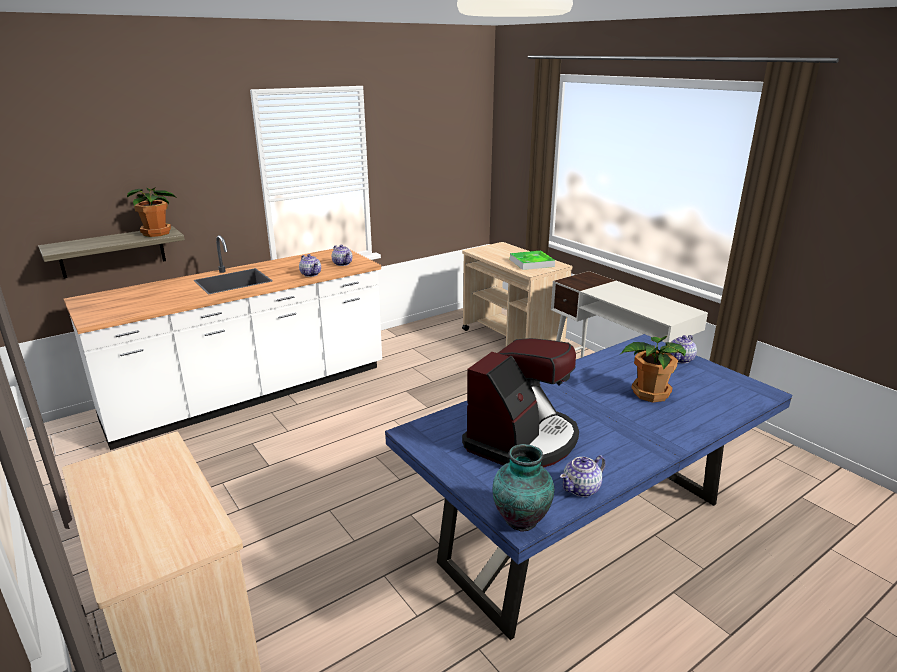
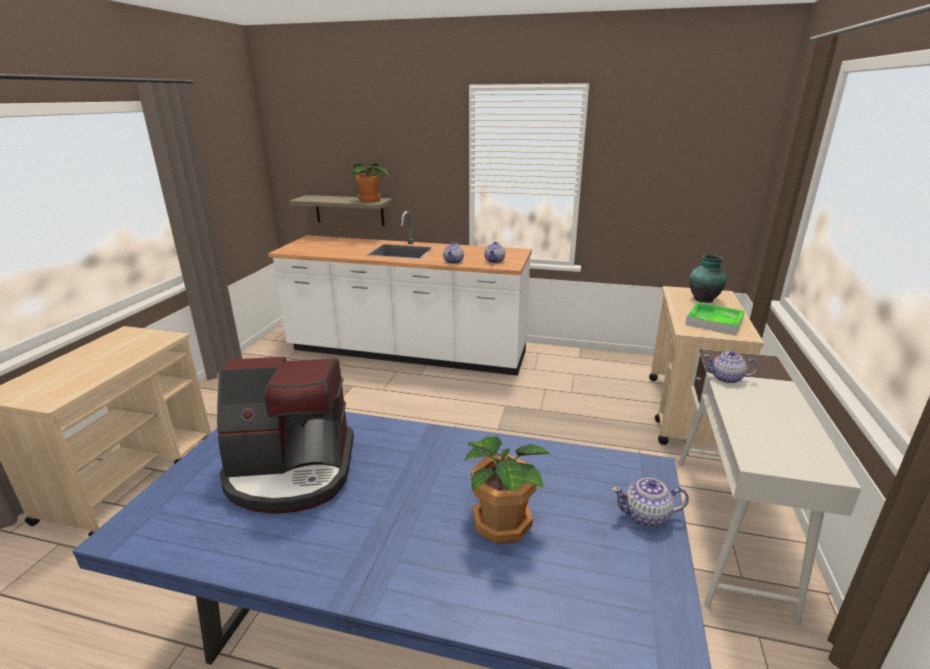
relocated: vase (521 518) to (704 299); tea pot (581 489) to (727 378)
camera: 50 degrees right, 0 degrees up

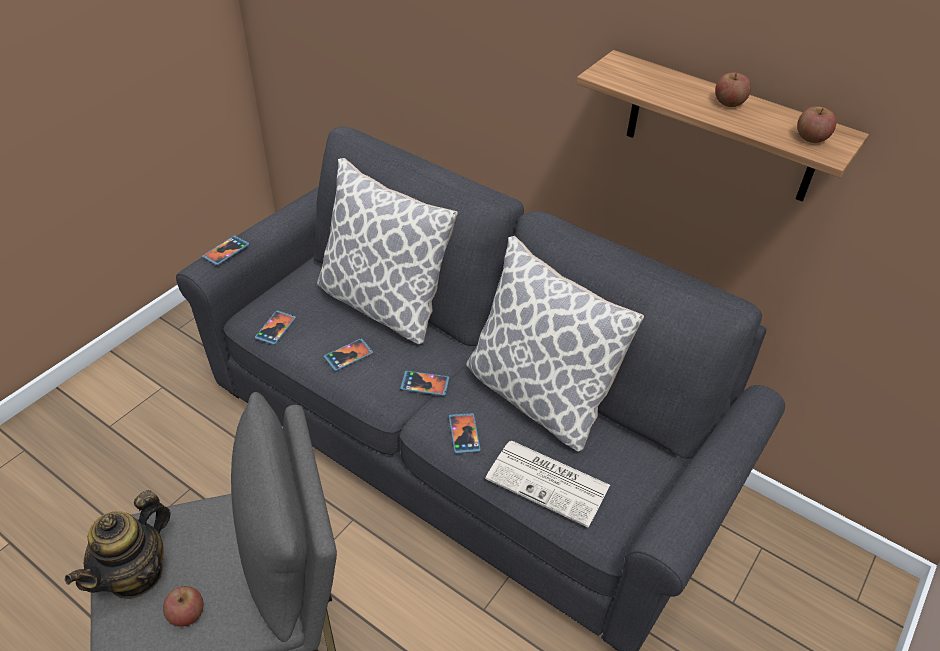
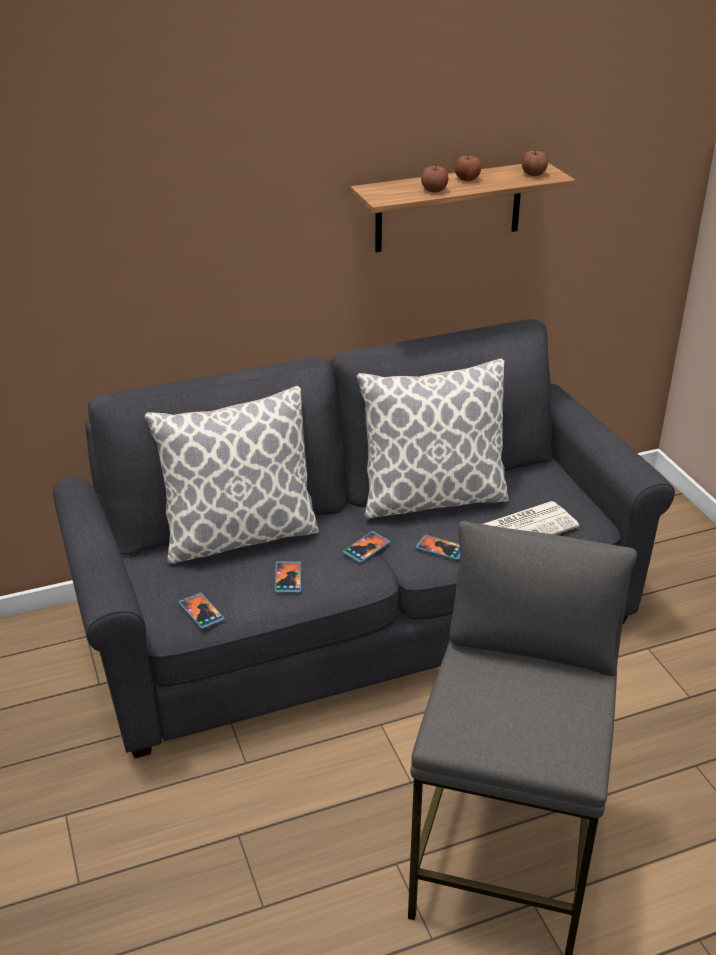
missing: tea pot (136 574); phone (226 252)
relocated: apple fruit (187 614) to (434 190)
camera: 55 degrees left, 10 degrees down

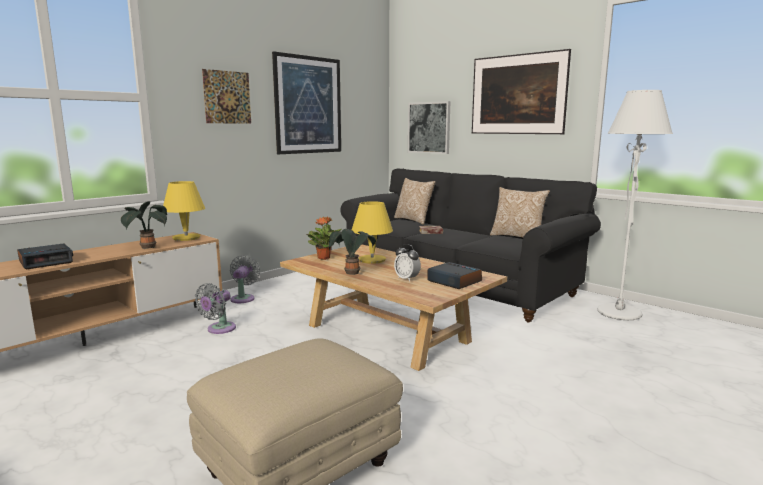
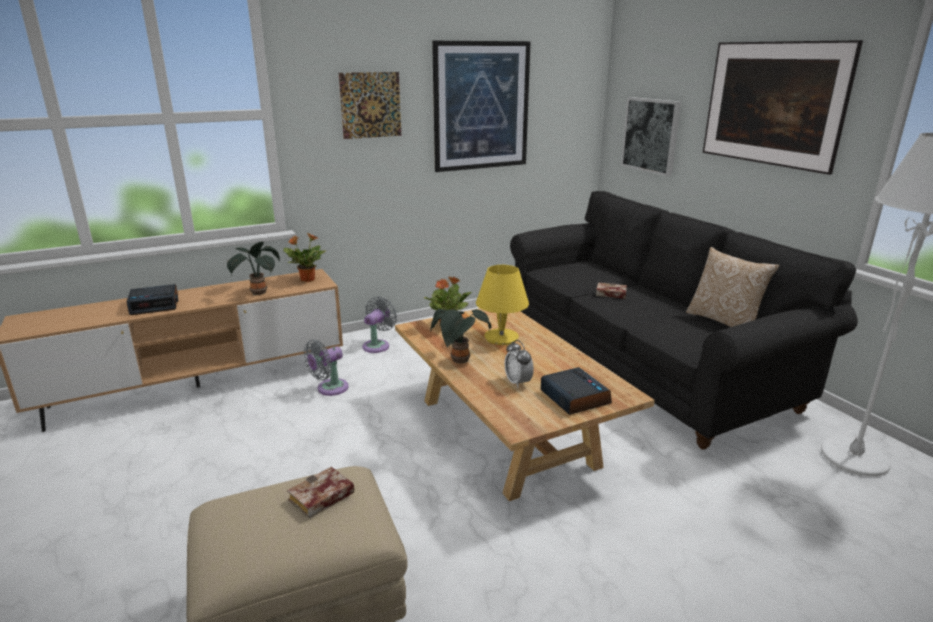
missing: cushion (414 220)
appeared: book (320 499)
exchanged: yellowish lamp for a table (186 238) to houseplant (307 279)
camera: 20 degrees right, 10 degrees up

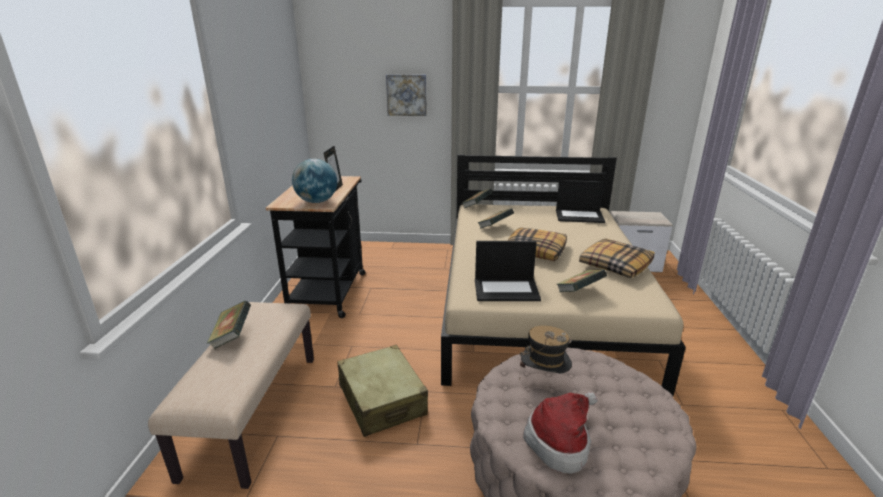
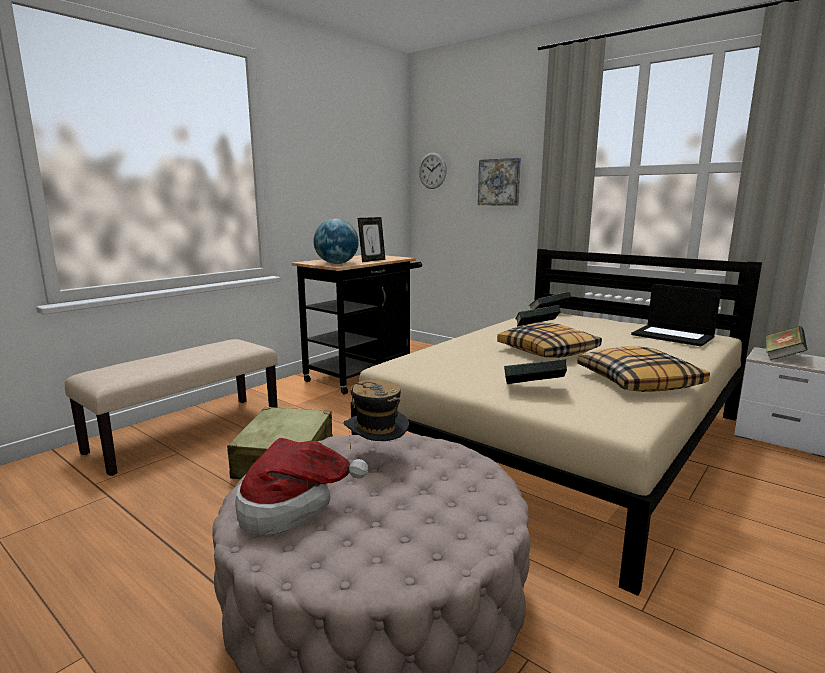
missing: portable computer (507 289)
appeared: clock on the wall (432 170)
relocated: book (232 337) to (782 357)
camera: 35 degrees right, 10 degrees down

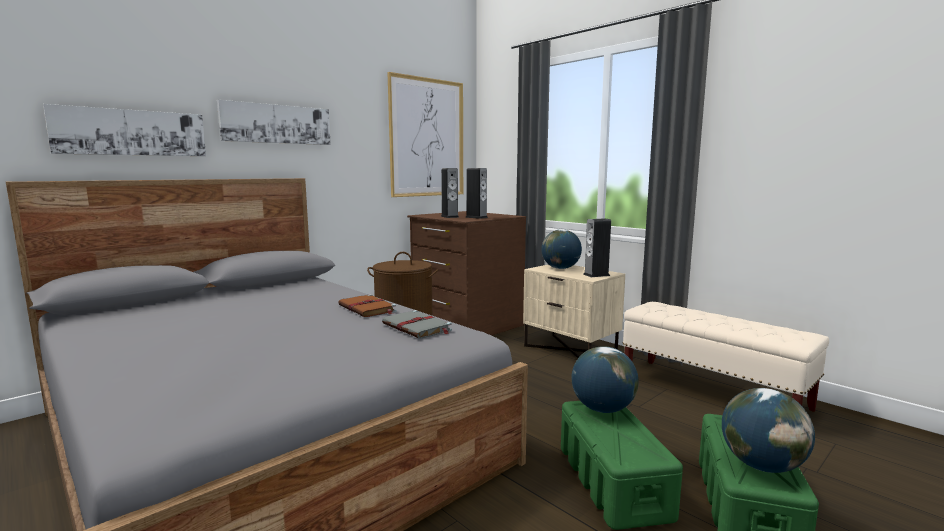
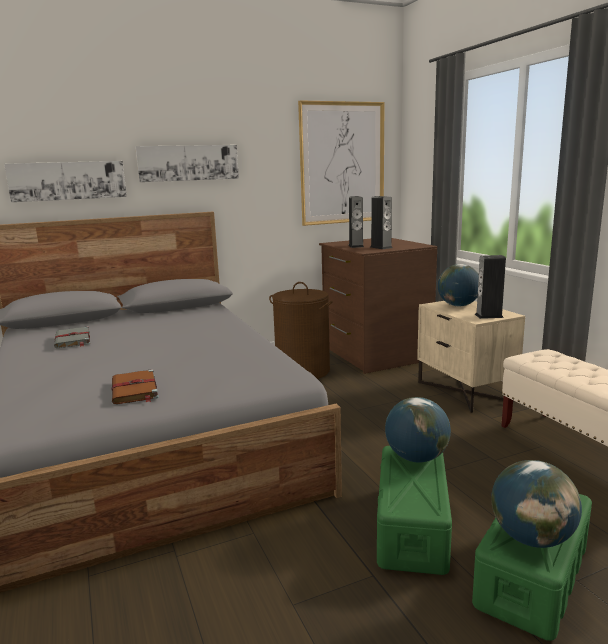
relocated: gray book (417 327) to (73 340); brown book (367 308) to (135 390)
camera: 20 degrees right, 5 degrees up

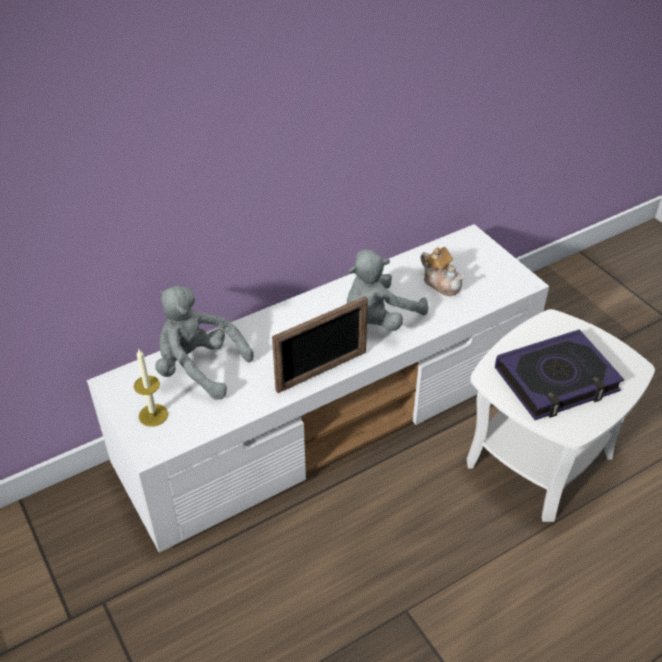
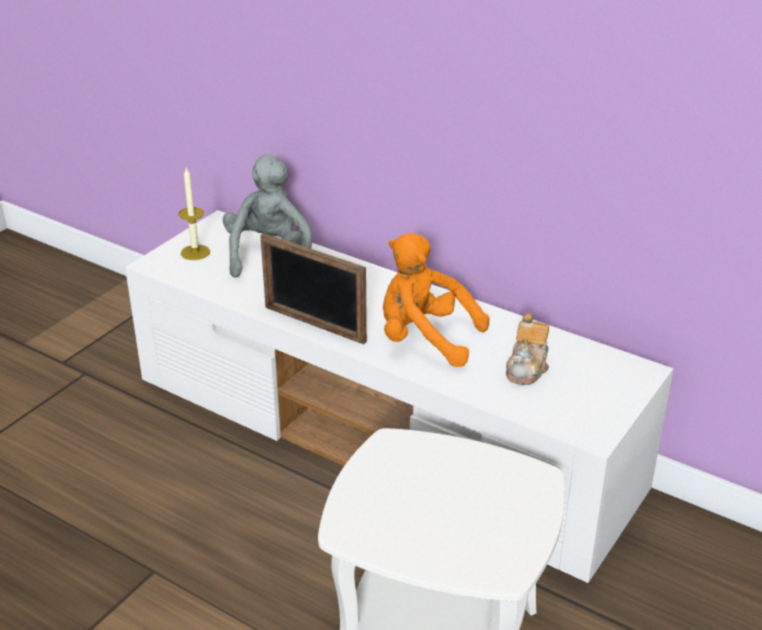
missing: book (556 380)
colour: gray cuddly toy (378 318) to orangey cuddly toy (425 339)
camera: 65 degrees right, 10 degrees down

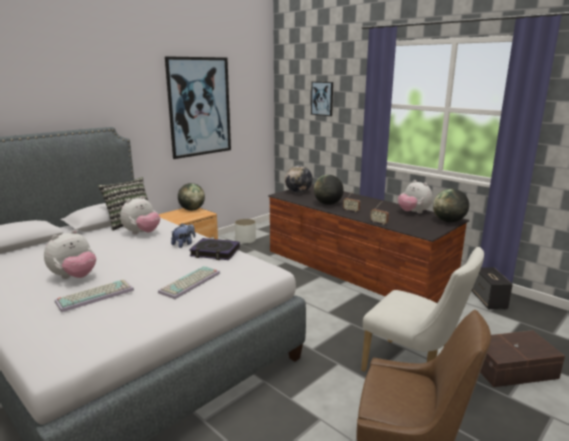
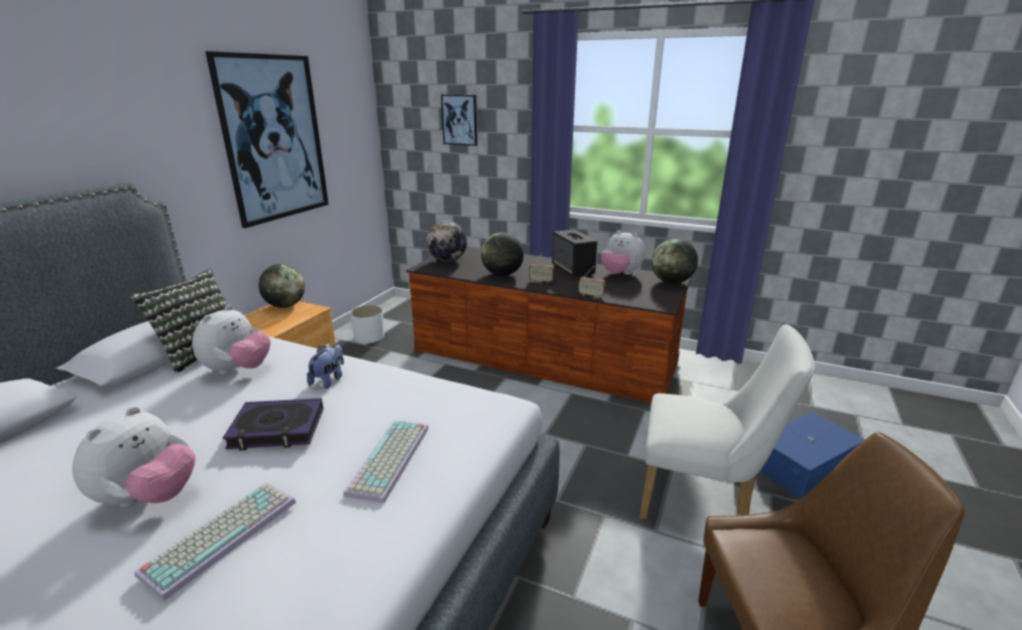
relocated: book (215 252) to (277 429); loudspeaker (489 300) to (573 269)
colour: brown storage container (513 369) to blue storage container (805 466)
camera: 20 degrees left, 5 degrees up

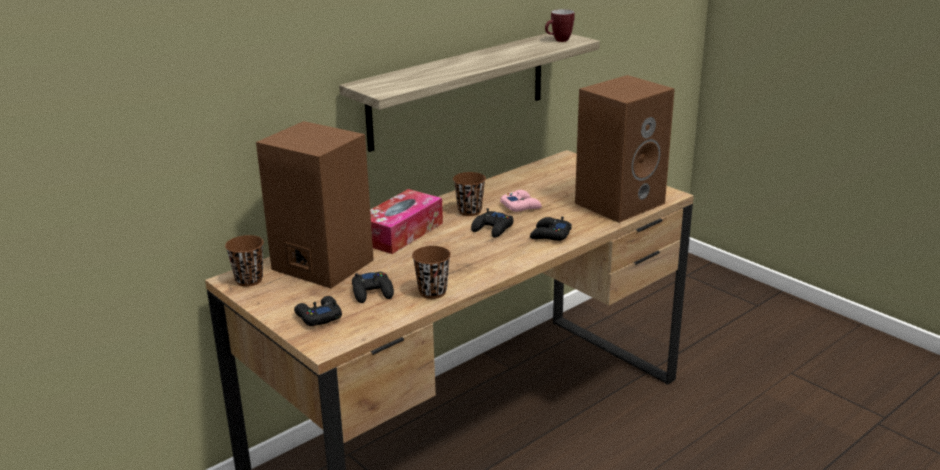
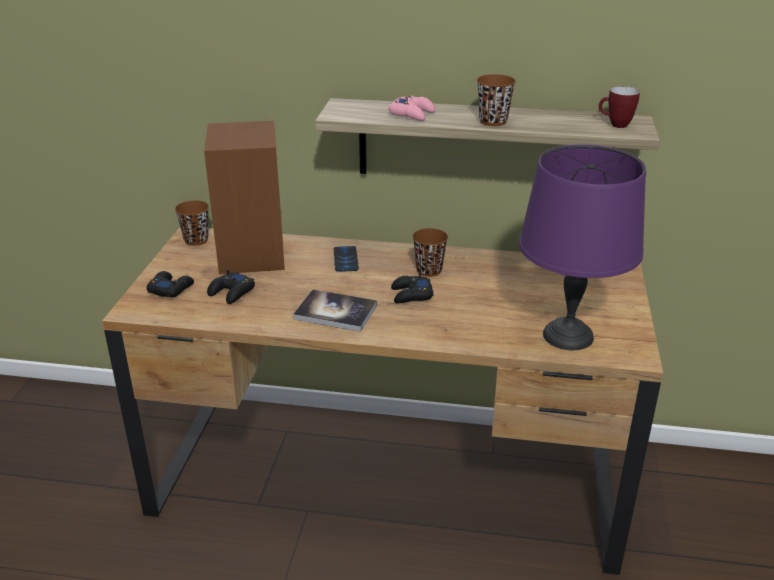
missing: black game controller (550 235)
appeared: book (335 312)
relocated: pink game controller (520 206) to (412 114); brown drinking cup (432 292) to (493 121)
exchanged: box of tissues (401 233) to phone (345 260); brown loudspeaker (619 202) to purplish lamp for a table (569 335)
camera: 50 degrees right, 5 degrees up

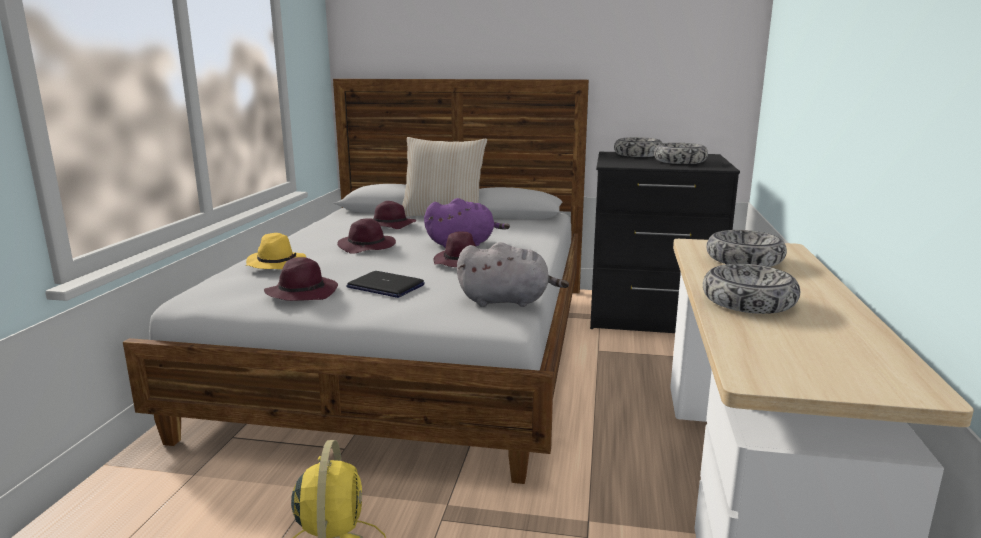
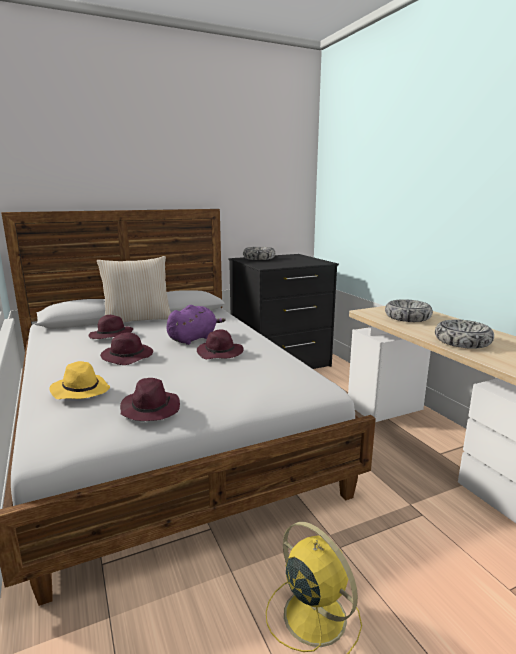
missing: portable computer (385 286); gray cuddly toy (508 301); serving bowl (679 161)
camera: 35 degrees left, 0 degrees up

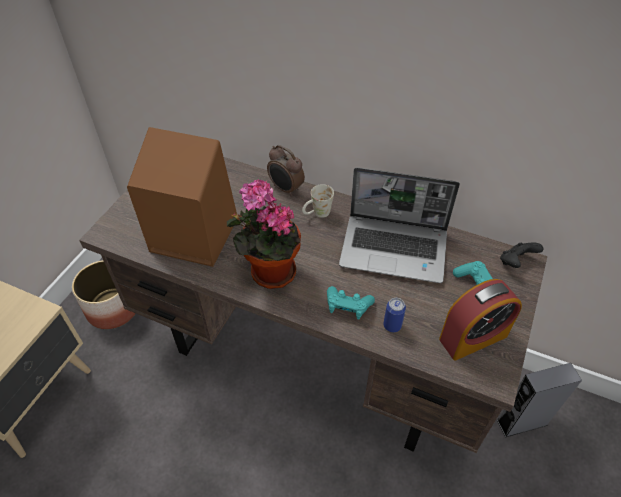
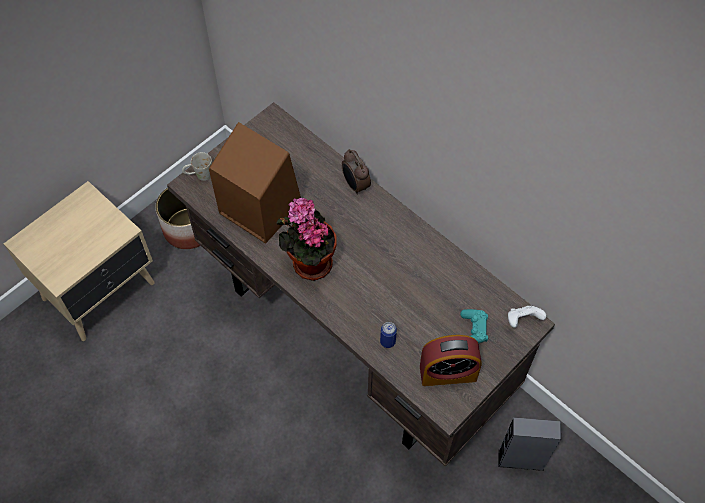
missing: turquoise game controller (347 307); portable computer (395 249)
relocated: whitish mug (317 214) to (199 175)
colour: black game controller (515 262) to whitish game controller (522 320)
camera: 20 degrees right, 10 degrees up

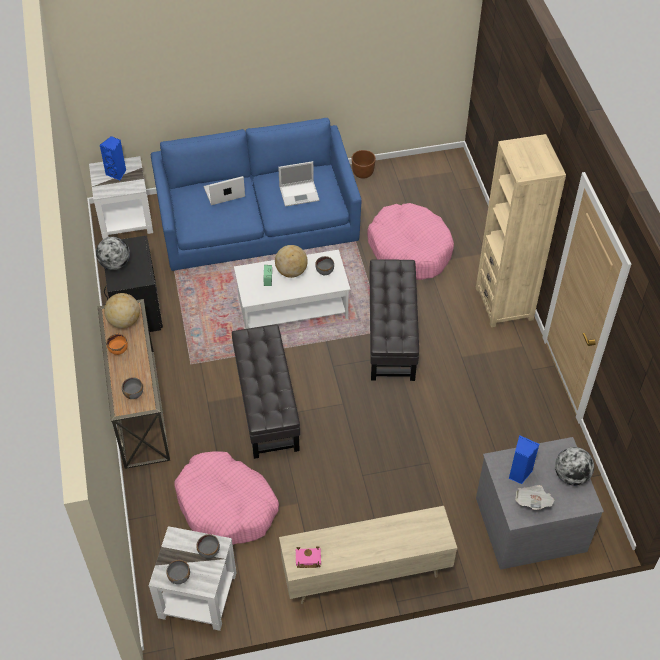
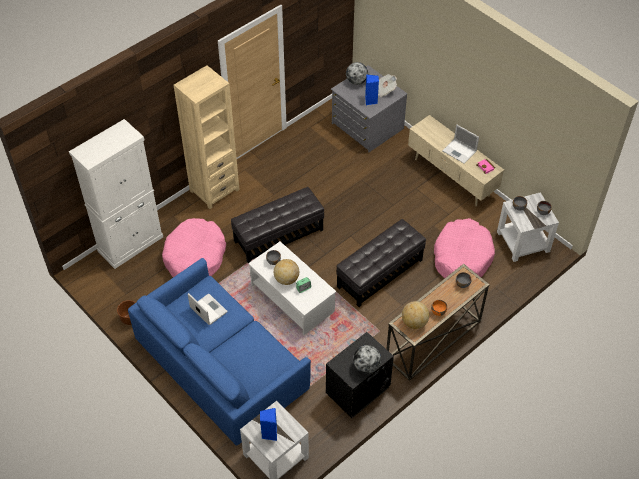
appeared: whitish cabinet (130 244)
relocated: portable computer (223 192) to (460 151)
camera: 120 degrees left, 0 degrees up

